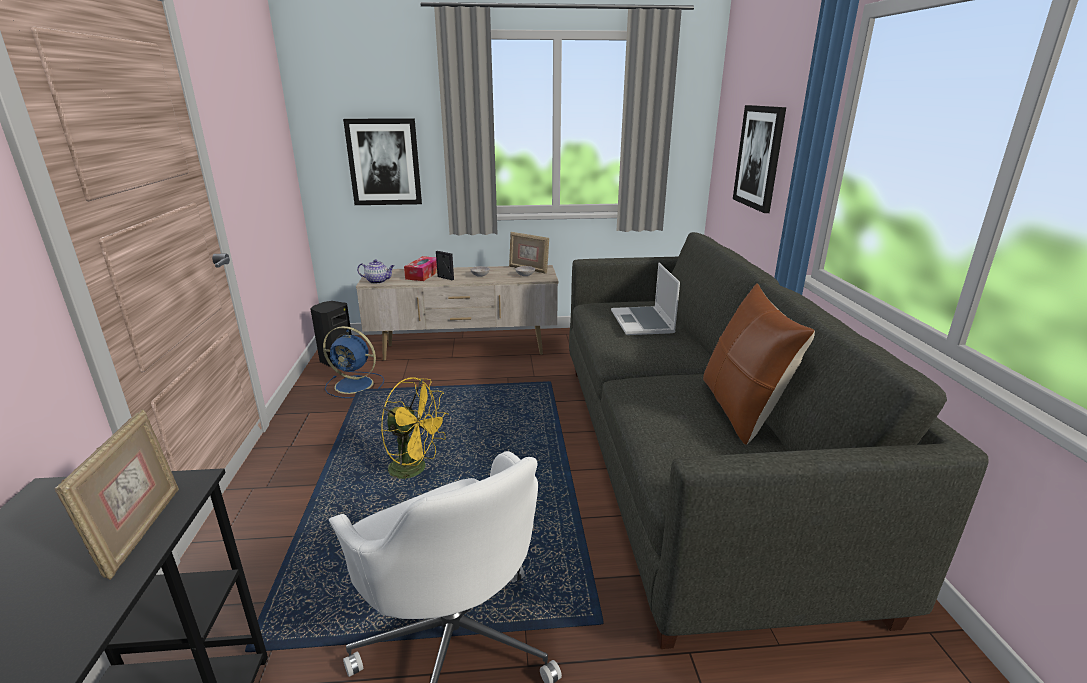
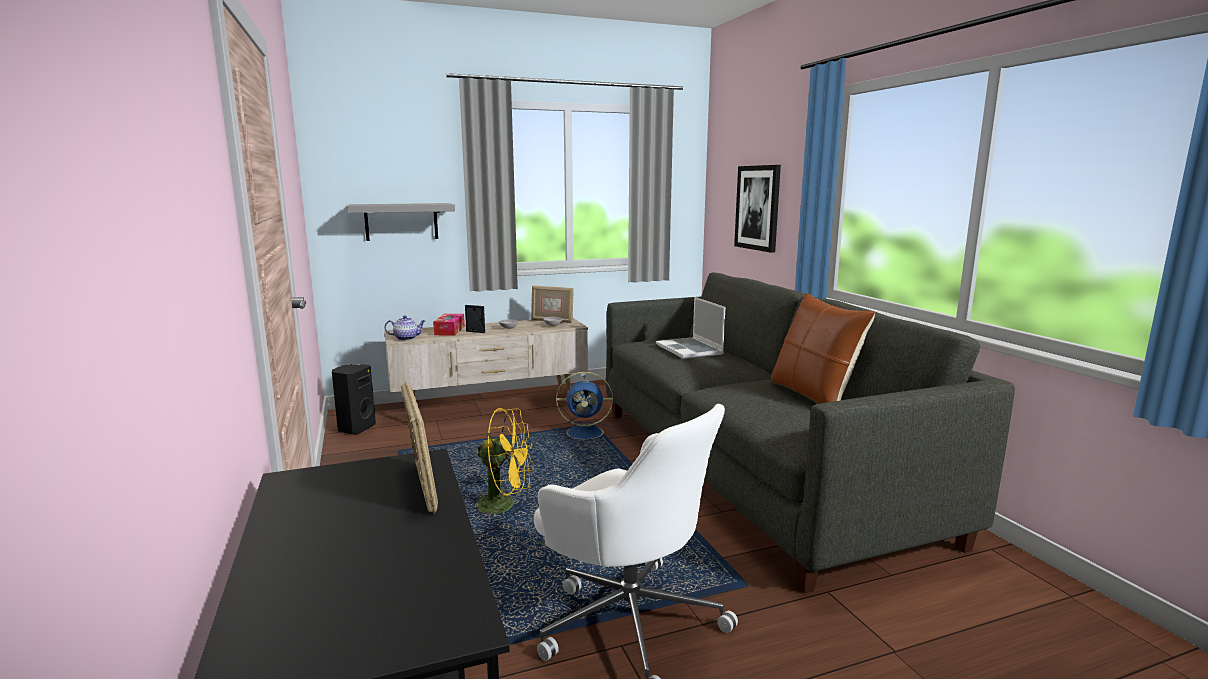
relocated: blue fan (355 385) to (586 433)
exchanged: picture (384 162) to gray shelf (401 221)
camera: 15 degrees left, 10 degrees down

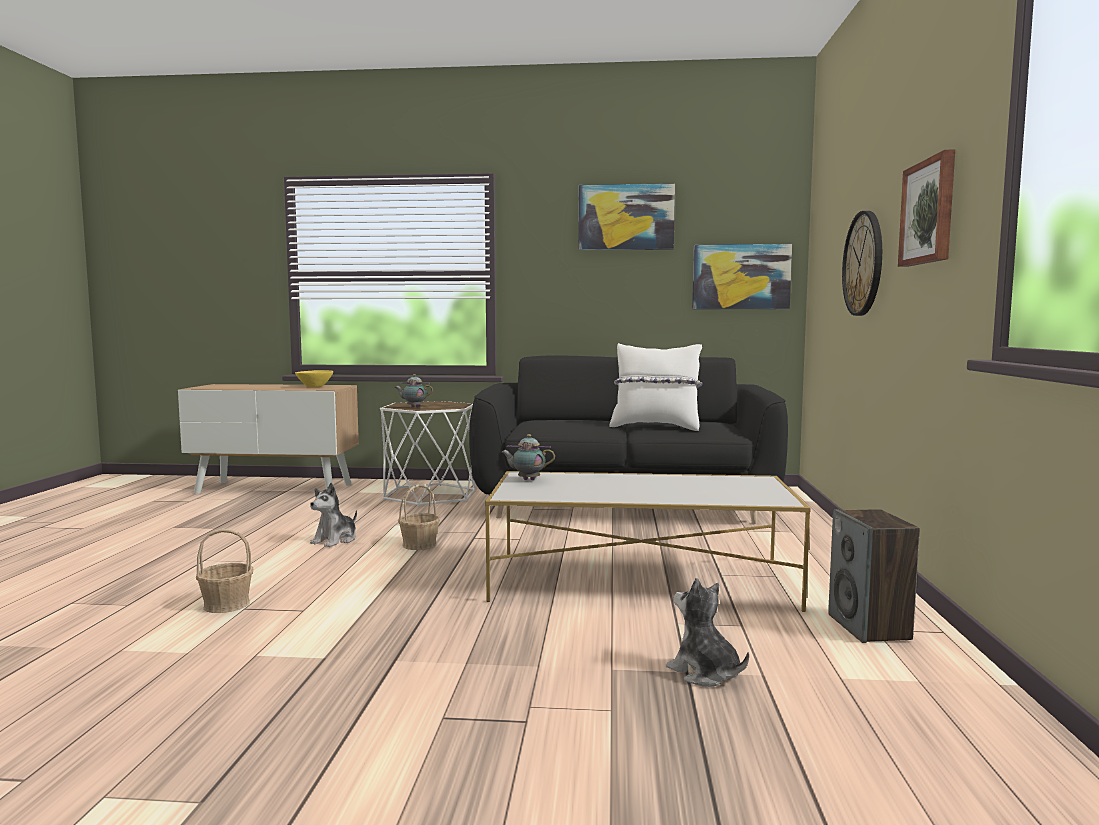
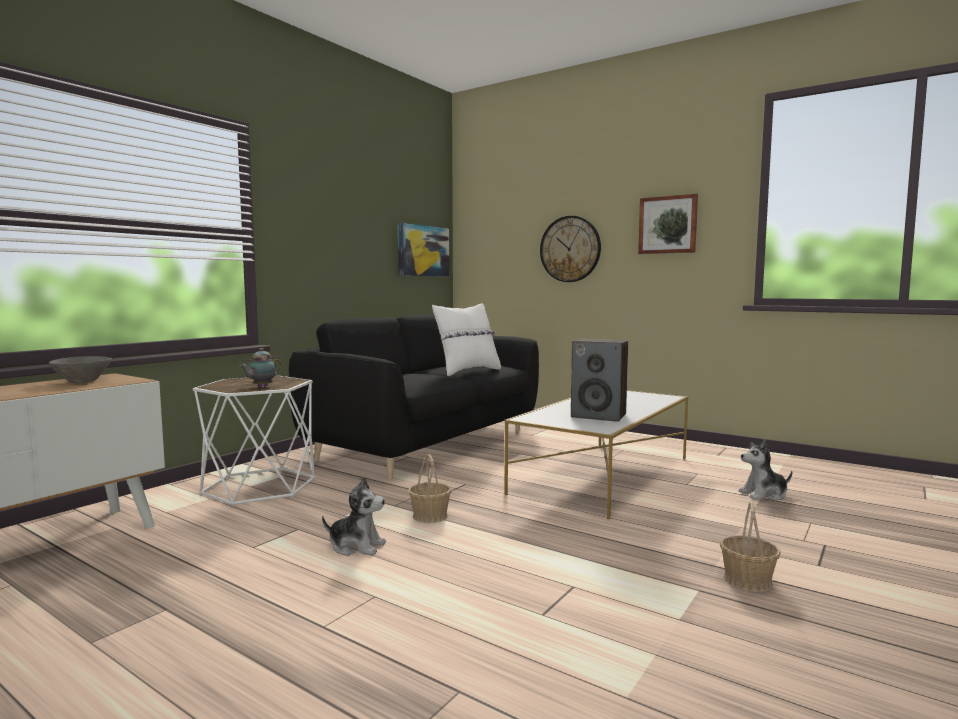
missing: tea pot (527 480); picture (626 217)
relocated: loudspeaker (869 627) to (599 416); household basket (226 604) to (747 581)
colour: yellowish serving bowl (314 386) to gray serving bowl (82 381)
spun: cuddly toy (335 540) = (356 546) 45 degrees counterclockwise
camera: 60 degrees left, 0 degrees up

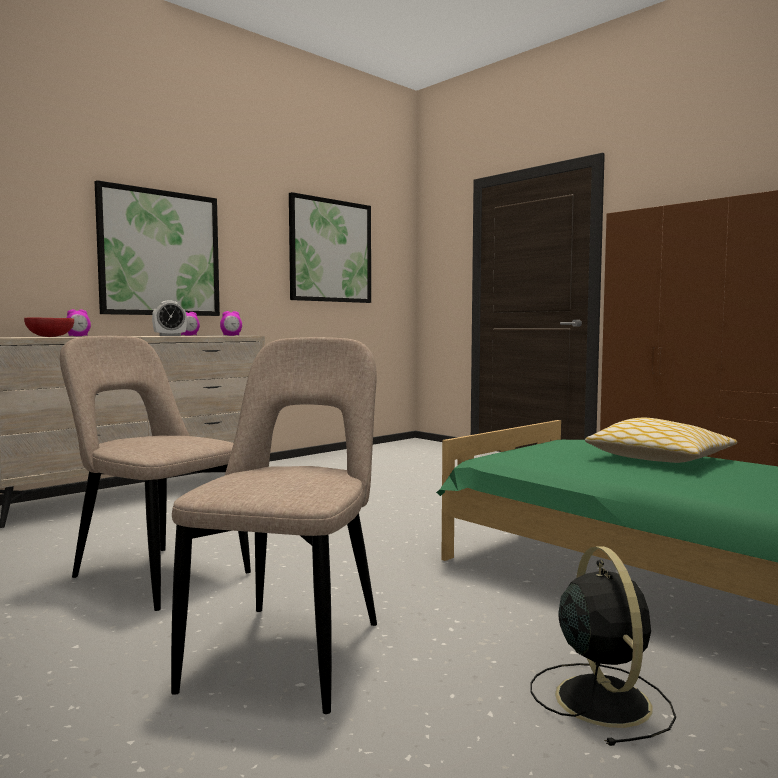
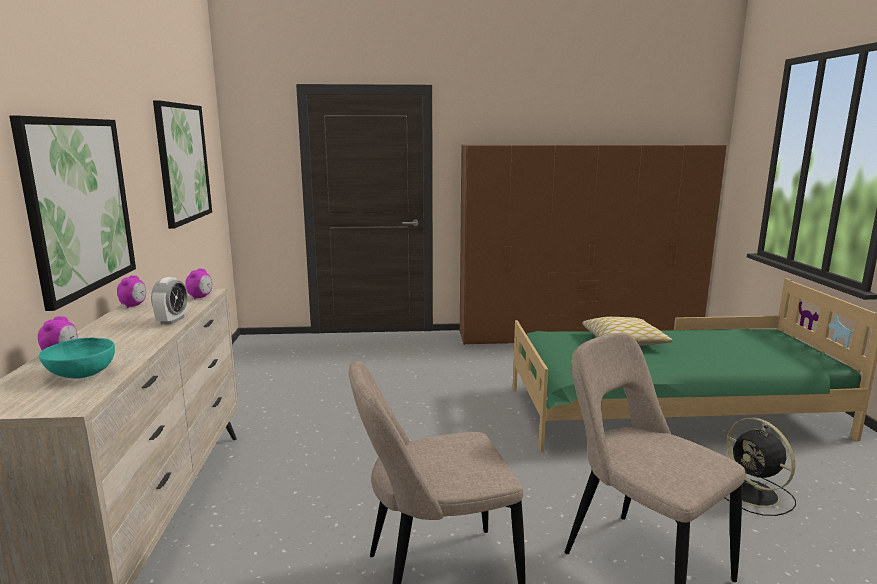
colour: reddish serving bowl (50 336) to turquoise serving bowl (81 374)
spun: black fan (600 698) = (754 494) 150 degrees counterclockwise
camera: 50 degrees left, 10 degrees up

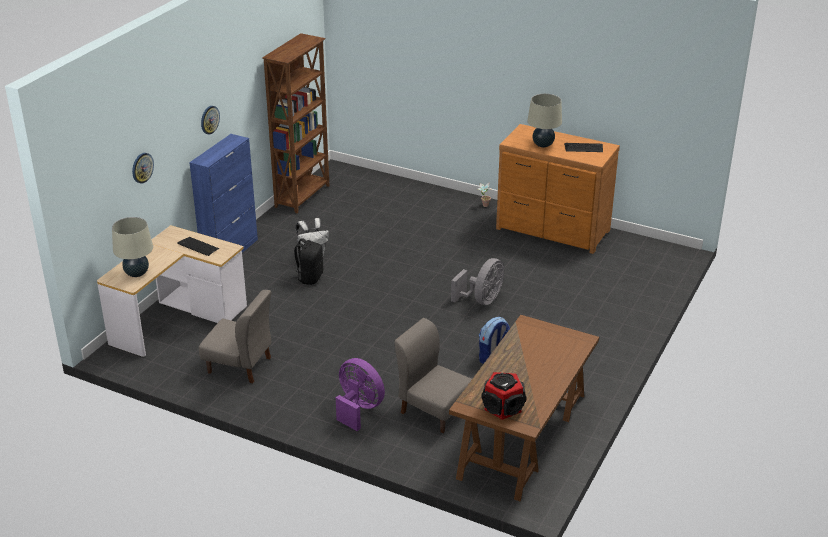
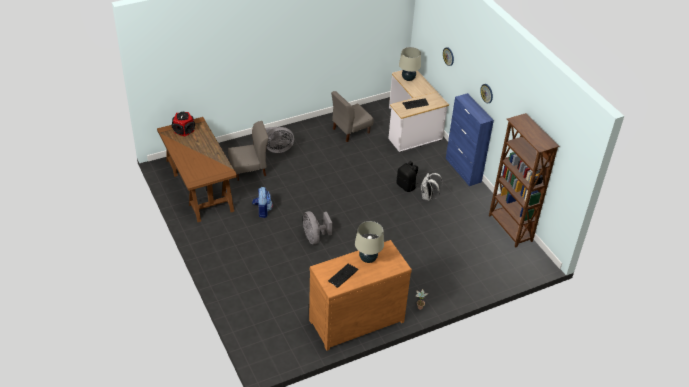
colour: purplish fan (358 409) to gray fan (277 149)
camera: 125 degrees right, 10 degrees up

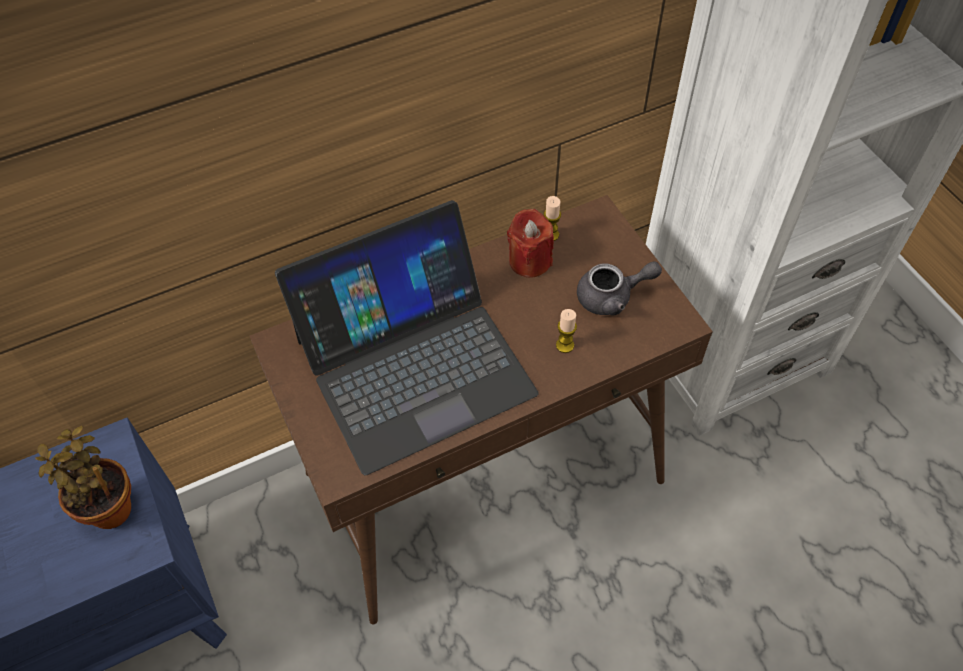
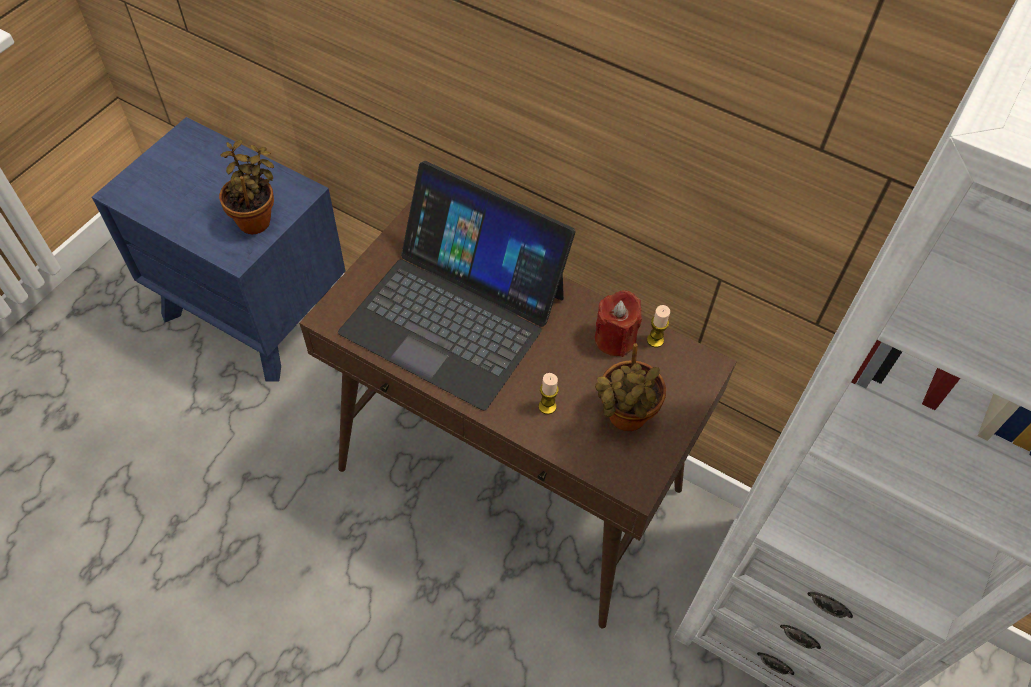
exchanged: gray tea pot (612 297) to houseplant (624 418)
camera: 55 degrees right, 0 degrees up

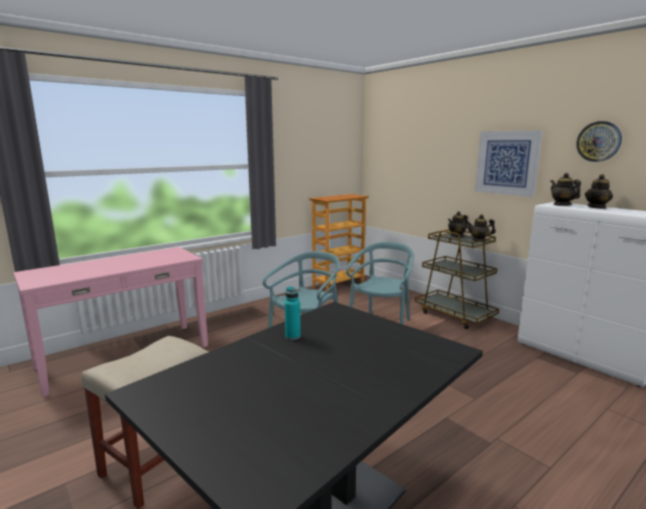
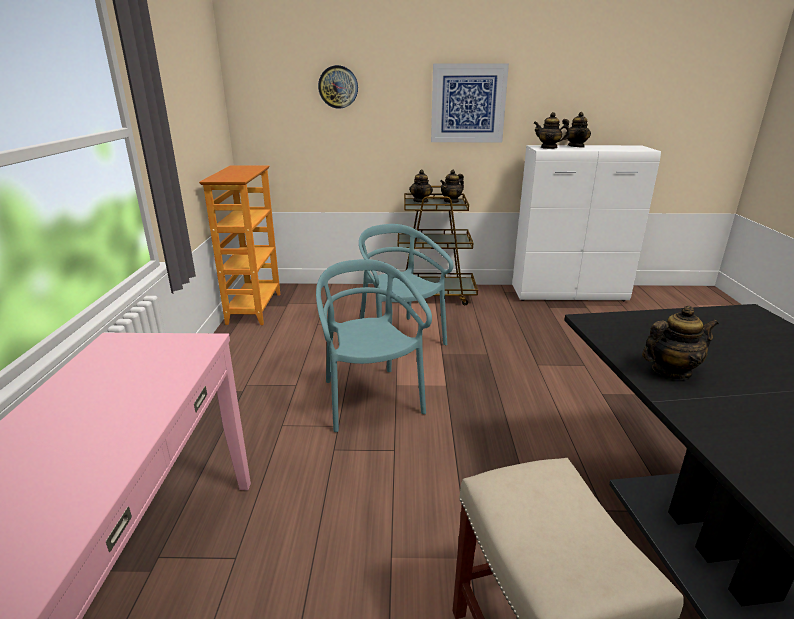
relocated: clock on the wall (598 141) to (338 87)
exchanged: turquoise bottle (293 336) to tea pot (671 371)
camera: 50 degrees left, 10 degrees up

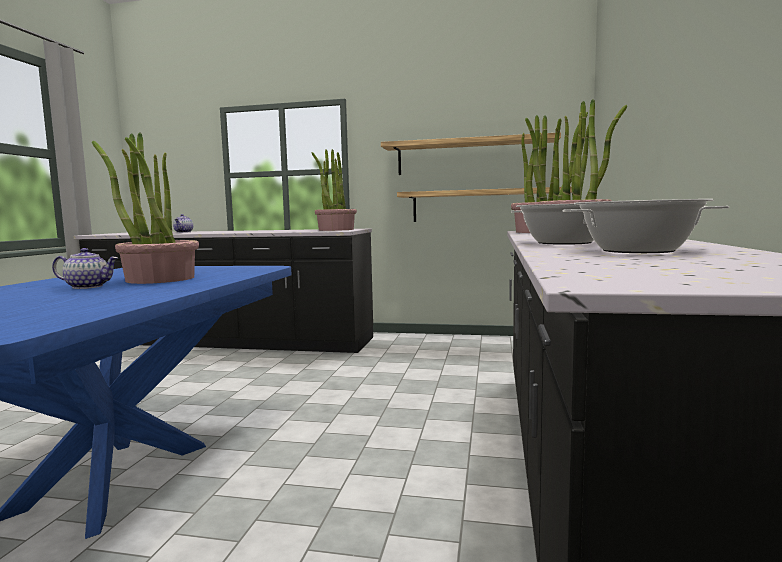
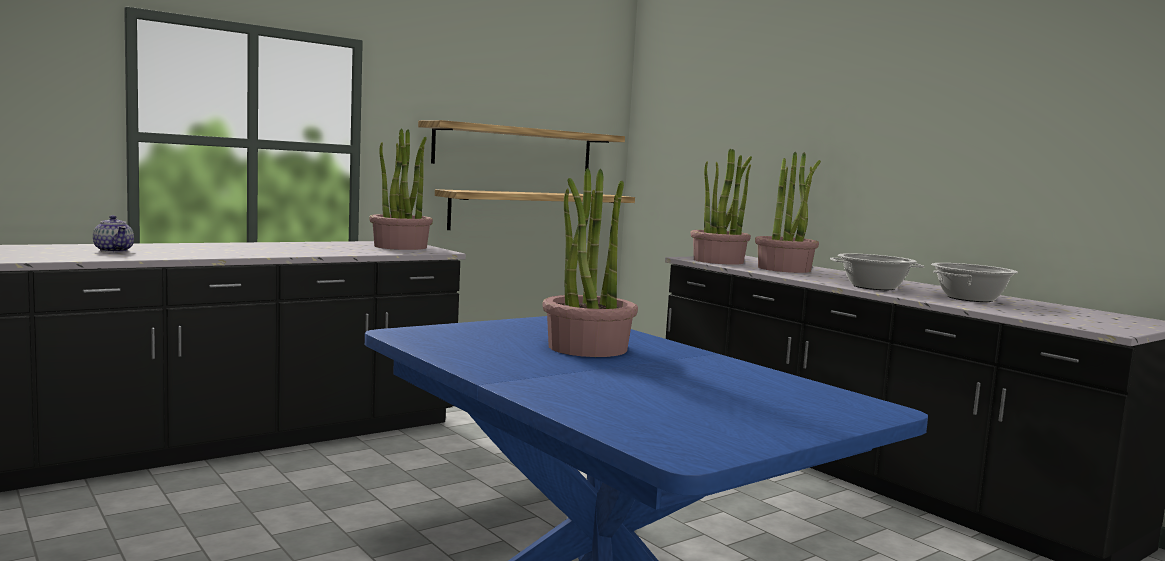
missing: tea pot (88 286)
camera: 50 degrees left, 0 degrees up

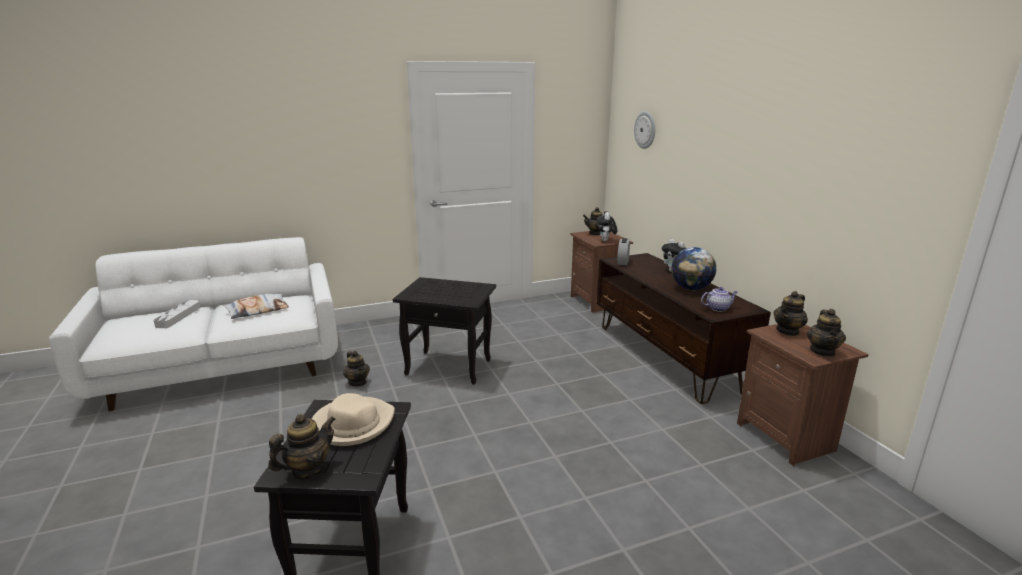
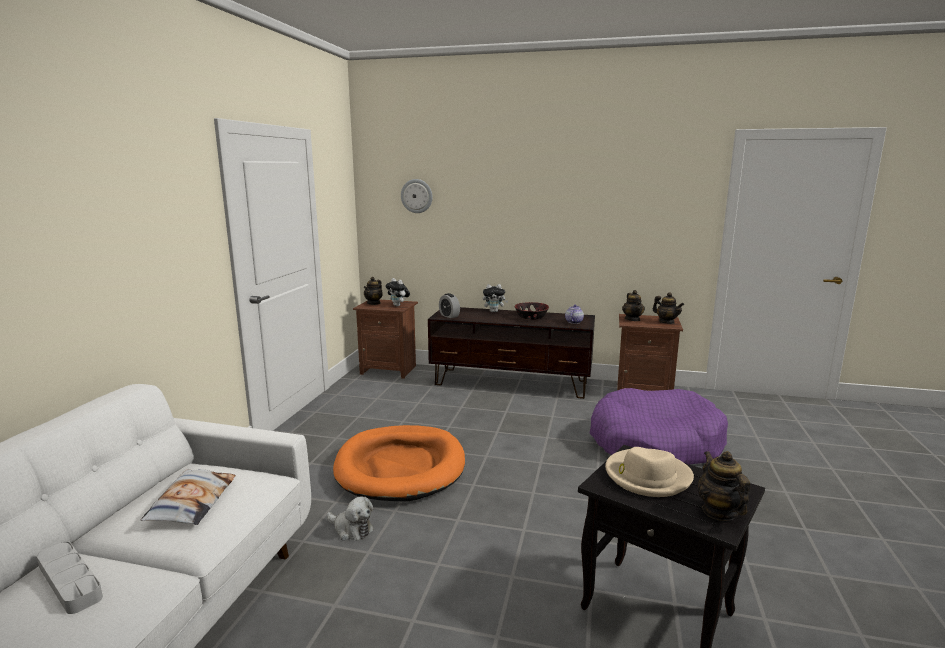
appeared: purplish dog bed (654 443)
exchanged: tea pot (357 382) to cuddly toy (351 529); black end table (450 367) to orangey dog bed (400 467); globe (691 288) to serving bowl (531 317)
camera: 55 degrees left, 5 degrees down

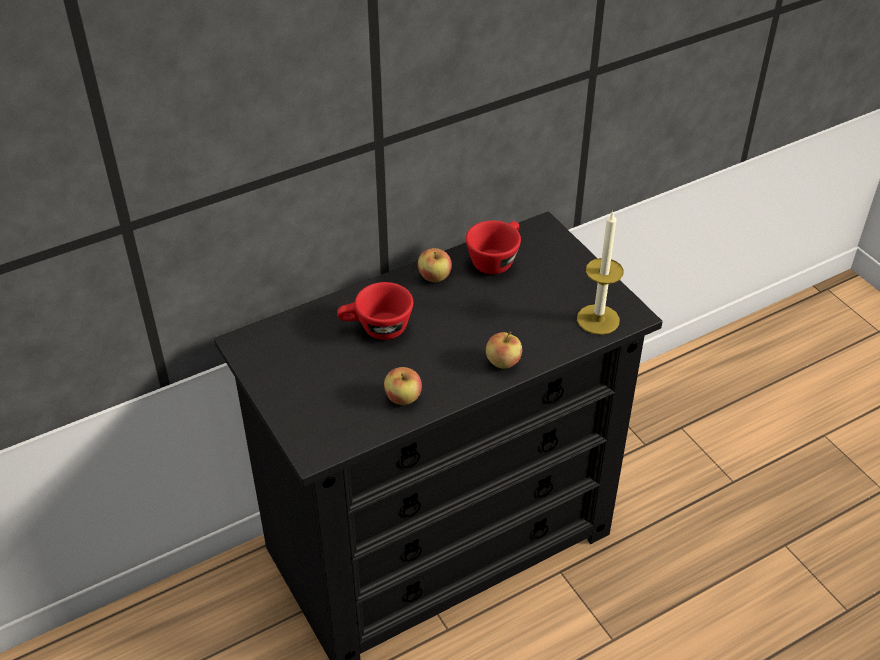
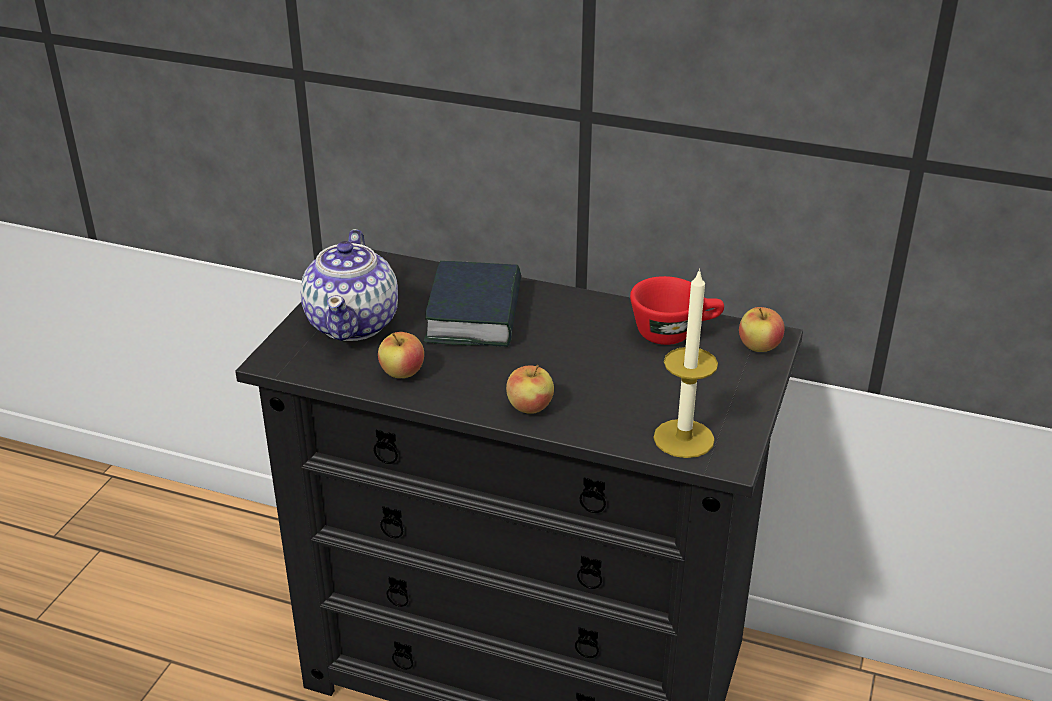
appeared: tea pot (354 323)
relocated: apple fruit (434 277) to (759 347)
exchanged: reddish drinking cup (376 329) to book (475 315)
camera: 50 degrees right, 10 degrees down

